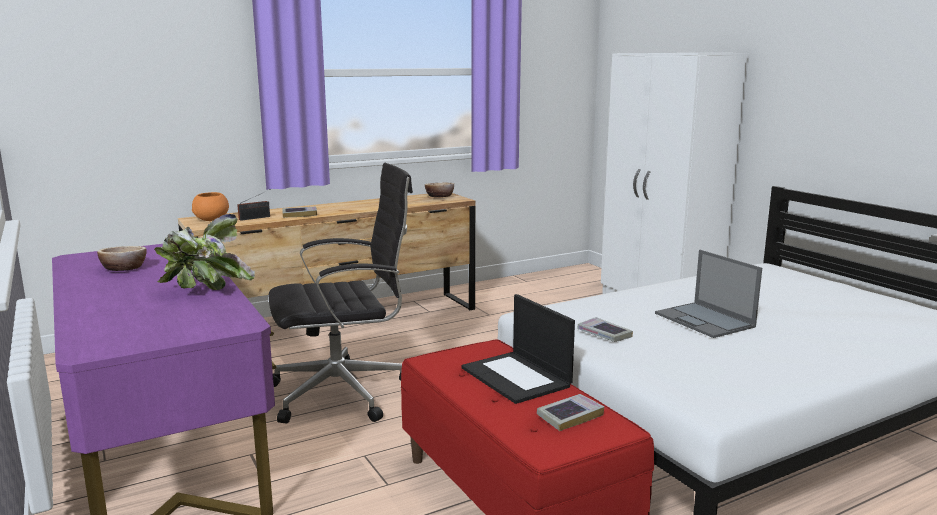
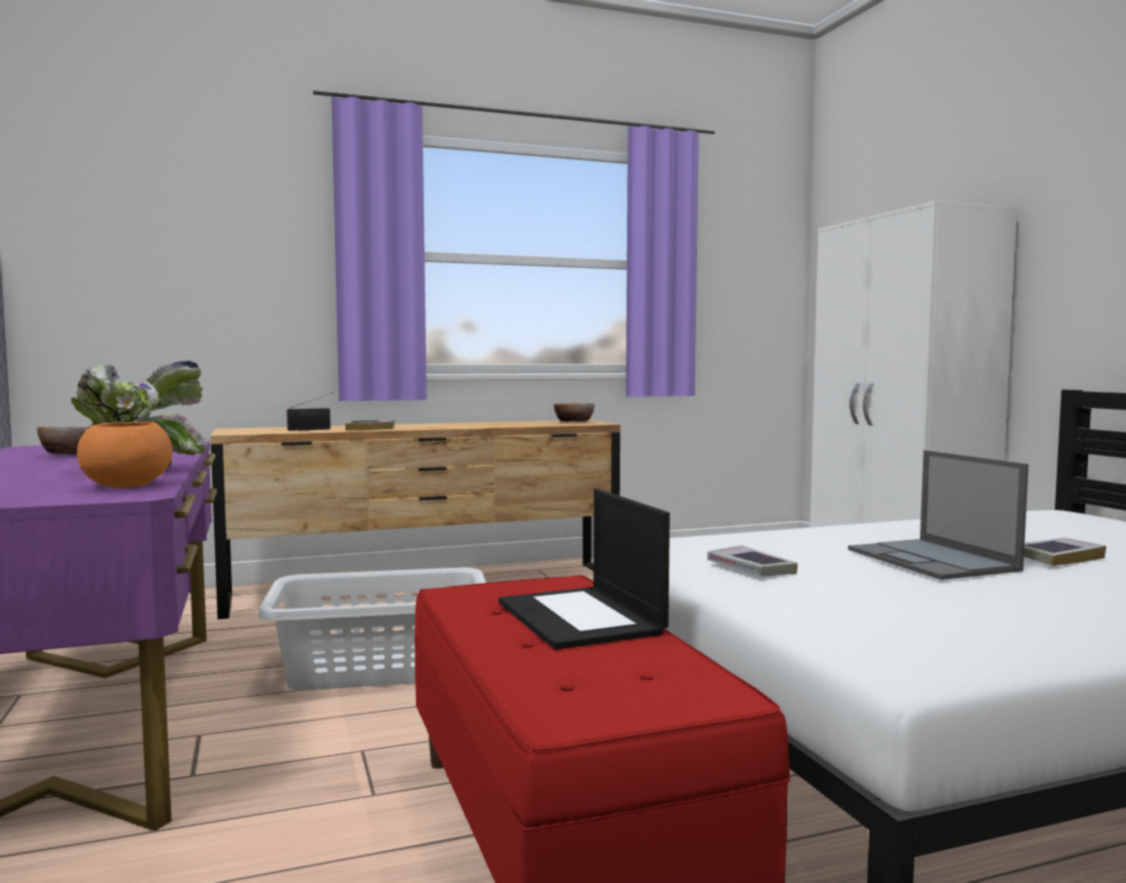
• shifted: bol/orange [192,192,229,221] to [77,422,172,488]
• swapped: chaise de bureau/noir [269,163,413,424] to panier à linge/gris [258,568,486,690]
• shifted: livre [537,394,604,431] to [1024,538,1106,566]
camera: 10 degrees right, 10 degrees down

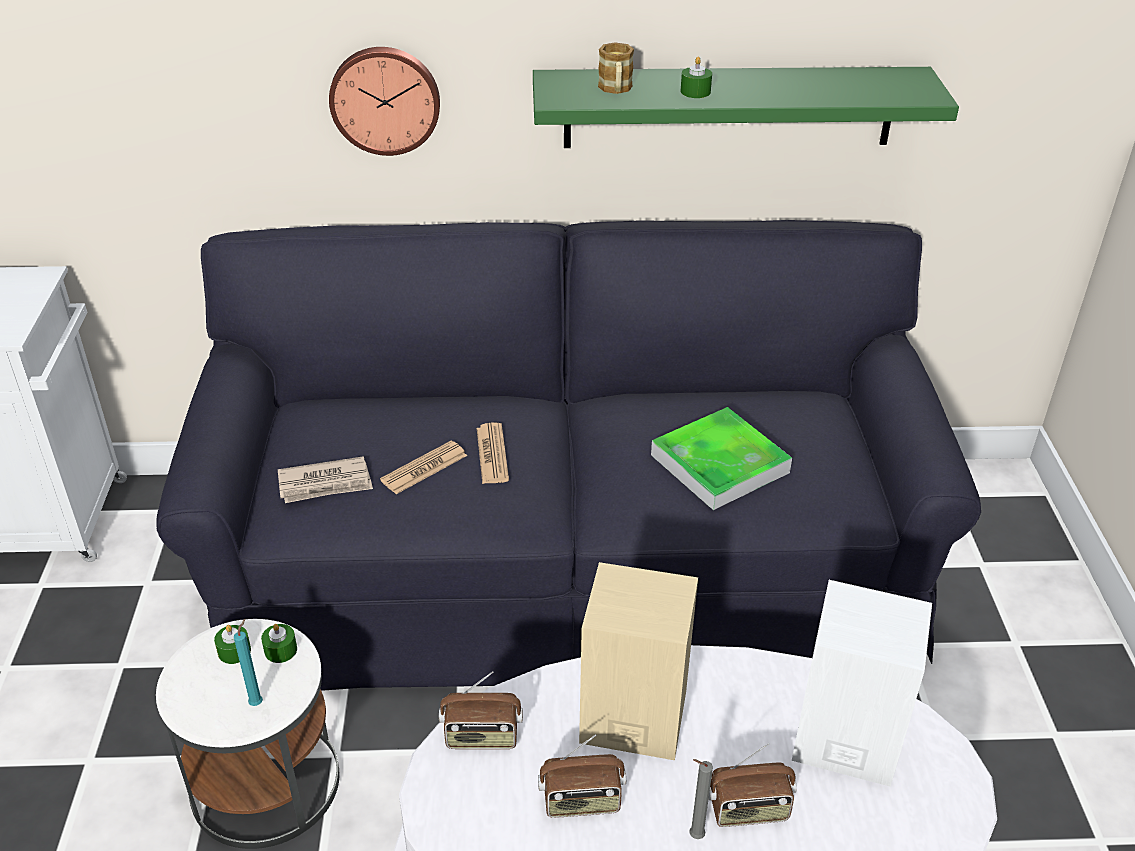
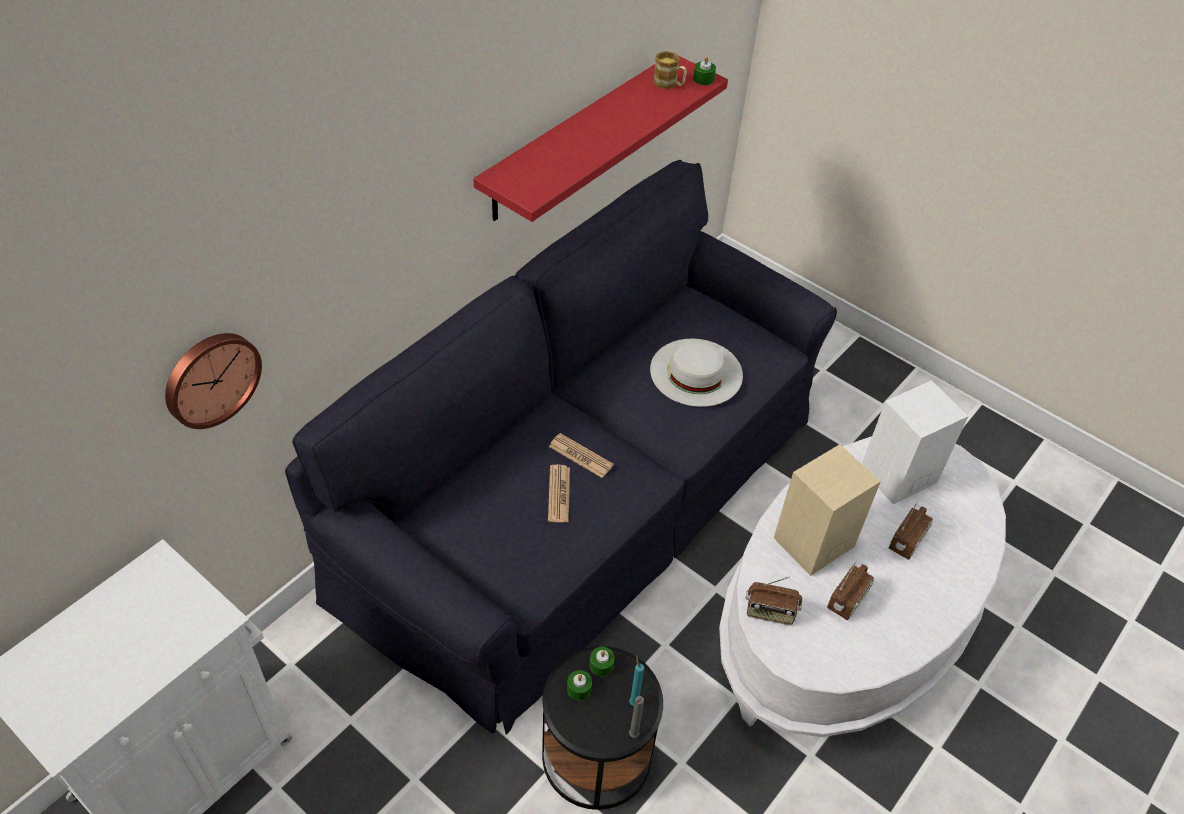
• shifted: horloge murale [329,47,440,156] to [165,333,262,429]
• repainted: étagère/vert [533,67,959,148] to étagère/rouge [473,56,728,222]
• repainted: table d'appoint/blanc [156,619,340,849] to table d'appoint/noir [542,646,663,810]
• shifted: bougie/gris [689,759,713,839] to [629,696,644,738]
• swapped: plateau [651,407,792,510] to chapeau/blanc [650,339,743,407]
• shifted: mug [598,42,634,94] to [653,51,687,89]
• shifted: bougie/vert [681,57,712,98] to [693,56,716,85]
• rotated: radio [439,671,523,749] = [746,577,802,625] 60 degrees clockwise
• gone: journal [278,456,373,503]
camera: 50 degrees left, 10 degrees up

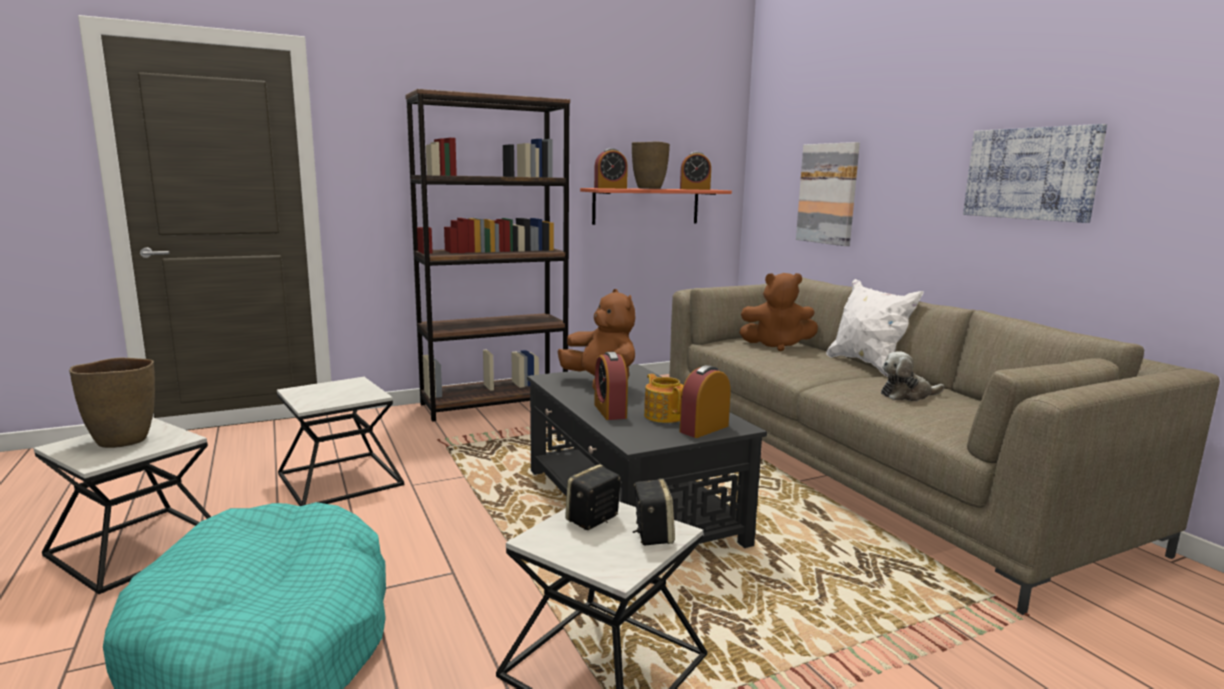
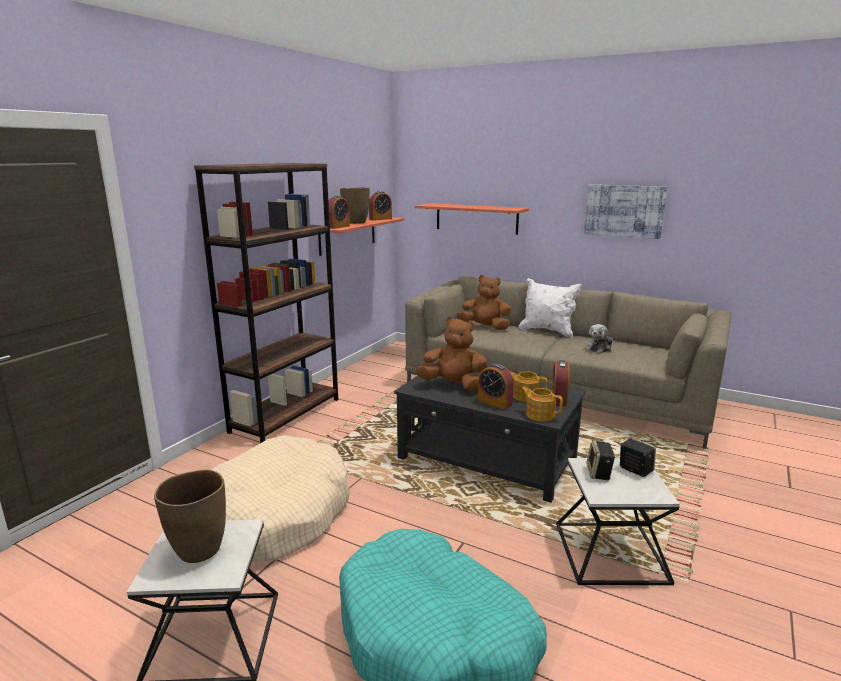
• swapped: table d'appoint [277,377,404,506] to panier pour chien/beige [212,435,350,562]
• swapped: tableau [796,142,860,246] to étagère [414,203,529,235]
• rotated: peluche/marron [739,273,818,351] = [457,275,511,330] 135 degrees counterclockwise
• new: théière [520,387,563,422]
camera: 35 degrees left, 5 degrees up

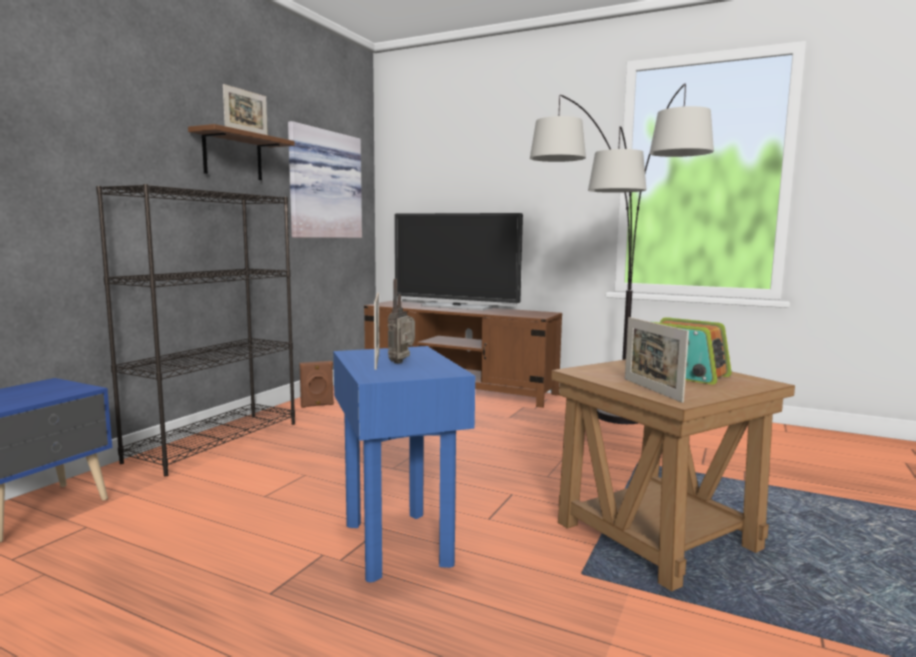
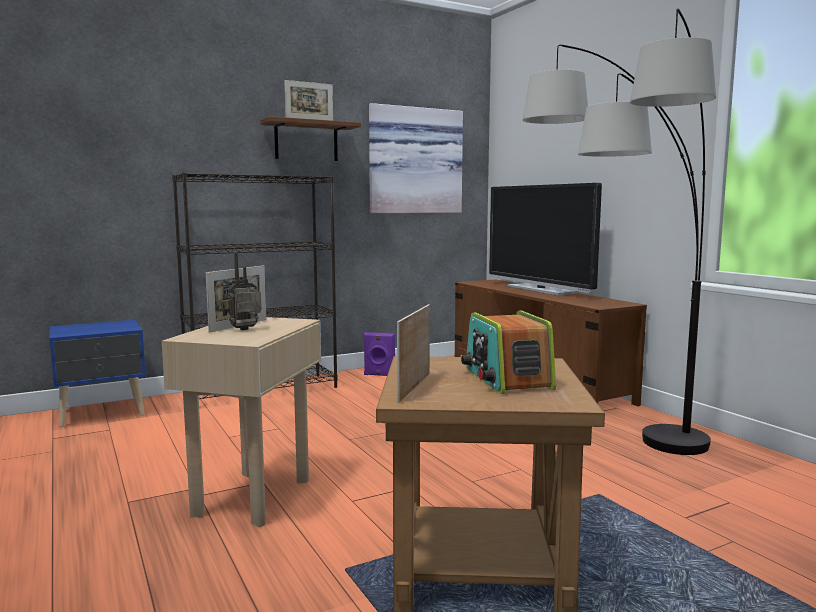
• repainted: table d'appoint/bleu [333,346,475,582] to table d'appoint/beige [162,317,321,527]
• repainted: enceinte/marron [300,361,334,408] to enceinte/violet [364,332,395,376]
camera: 35 degrees right, 0 degrees up

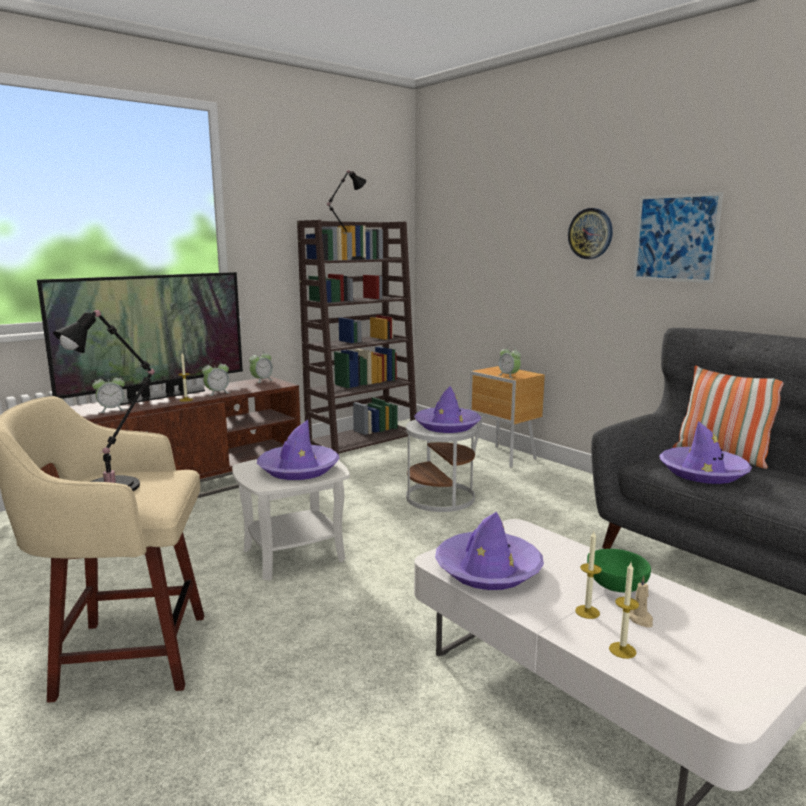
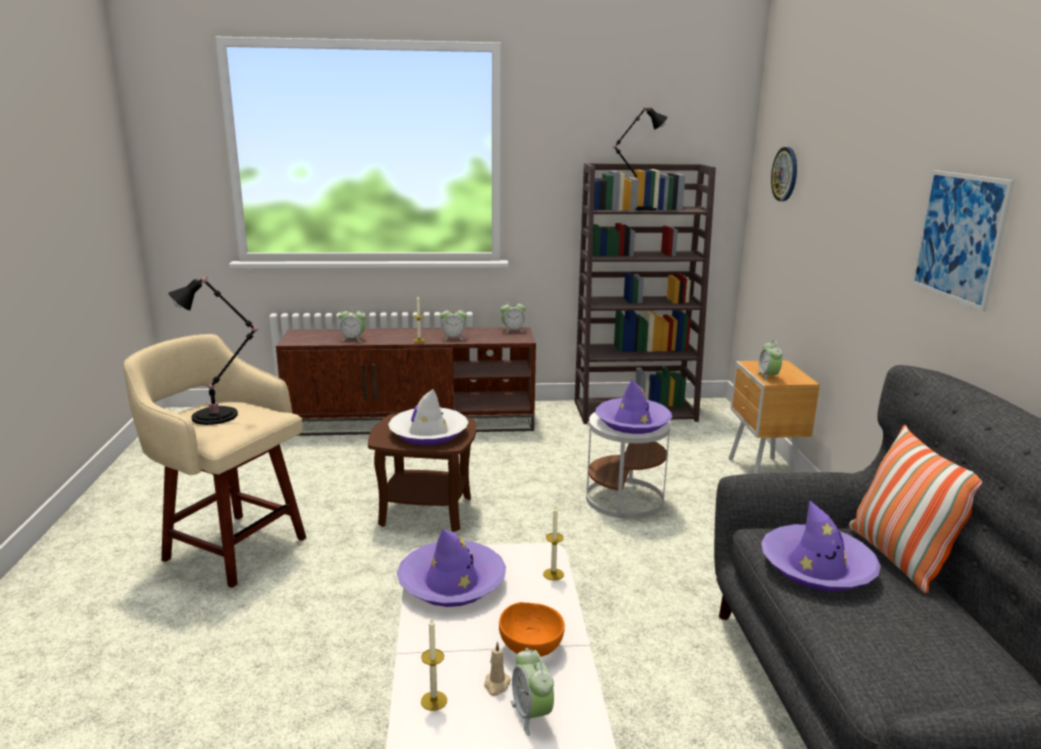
• repainted: table d'appoint/blanc [232,459,350,580] to table d'appoint/marron [368,413,476,532]
• repainted: chapeau/violet [257,420,340,480] to chapeau/blanc [388,389,468,445]
• repainted: bol/vert [587,549,651,592] to bol/orange [499,602,565,657]
• new: réveil [511,648,554,736]
• shifted: bougie [575,531,602,619] to [543,506,564,581]
• shifted: horloge murale [568,208,613,259] to [771,147,797,201]
• gone: téléviseur [37,272,243,406]
camera: 35 degrees right, 5 degrees up

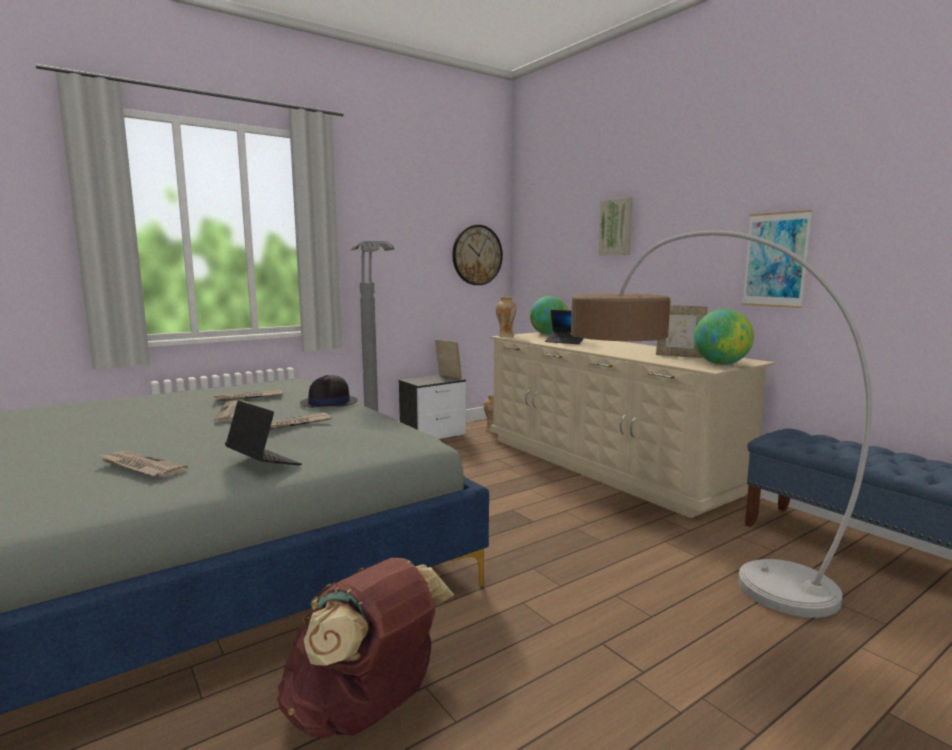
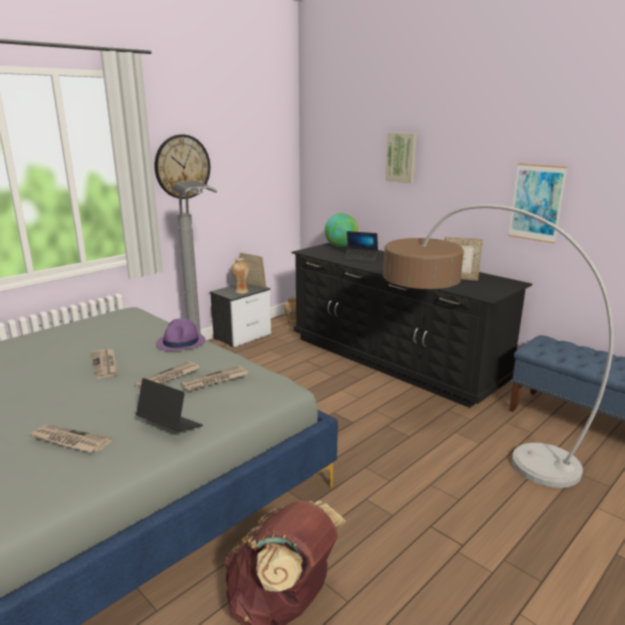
• shifted: horloge murale [452,225,503,285] to [155,134,210,199]
• repainted: chapeau/noir [300,375,358,407] to chapeau/violet [156,318,205,351]
• shifted: journal [214,390,283,401] to [181,365,248,391]
• shifted: vase [496,297,516,337] to [231,258,249,294]
• repainted: commode/beige [490,332,775,518] to commode/noir [291,243,532,408]
• gone: globe [694,309,754,365]
camera: 10 degrees left, 10 degrees up

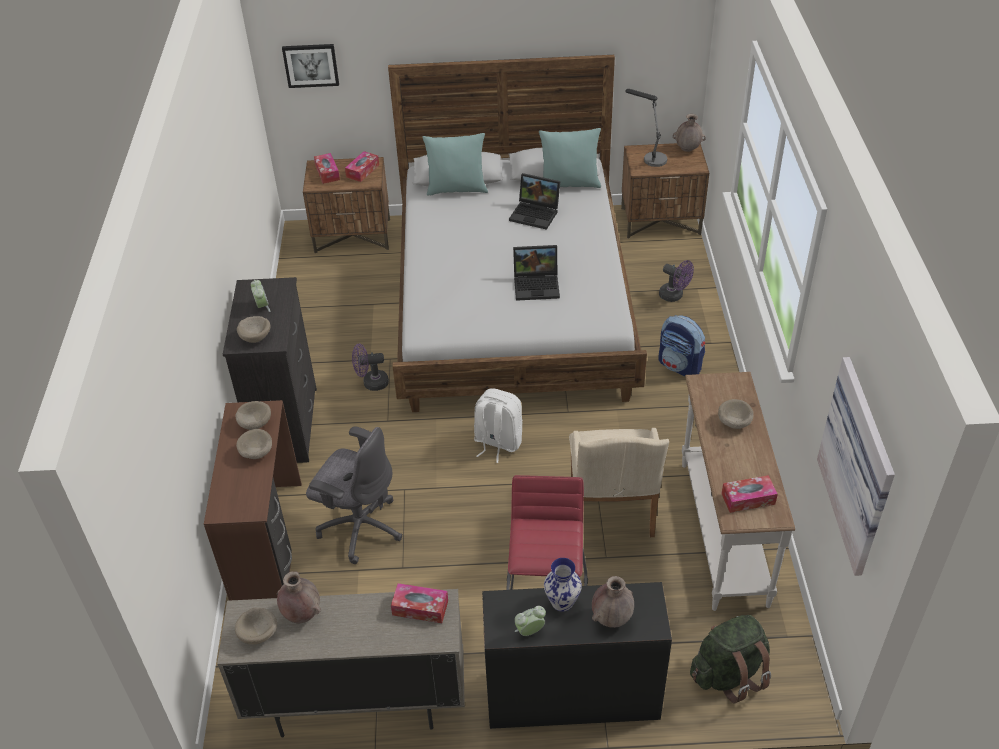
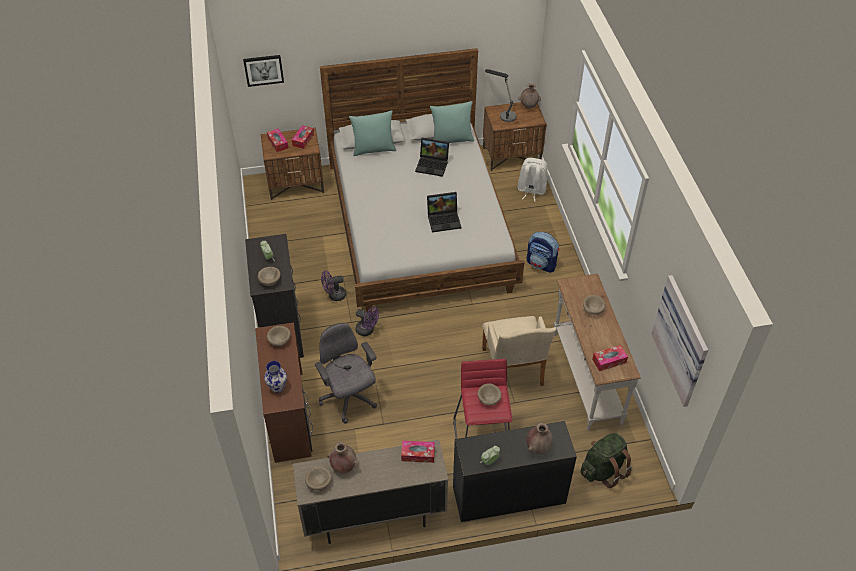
• shifted: vase [544,558,582,612] to [264,361,287,393]
• rotated: chaise de bureau/gris [306,426,403,564] = [315,323,377,424] 135 degrees counterclockwise
• shifted: ventilateur/violet [659,260,694,302] to [355,307,379,336]
• shifted: bol/beige [236,429,272,459] to [478,383,502,405]
• shifted: sac à dos/blanc [474,389,523,463] to [518,158,548,202]
camera: 10 degrees left, 5 degrees up

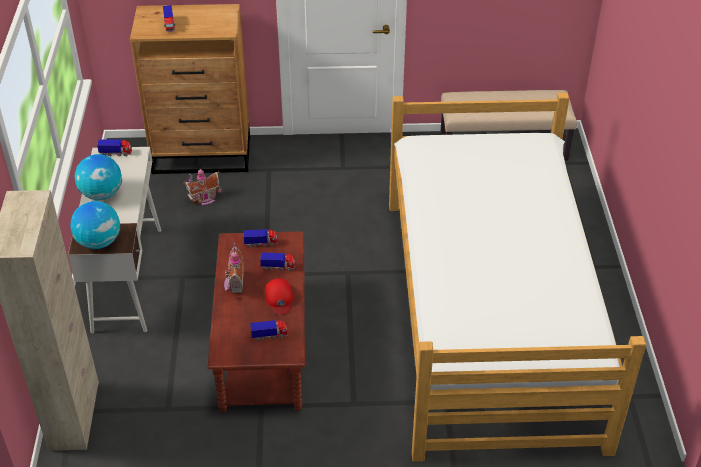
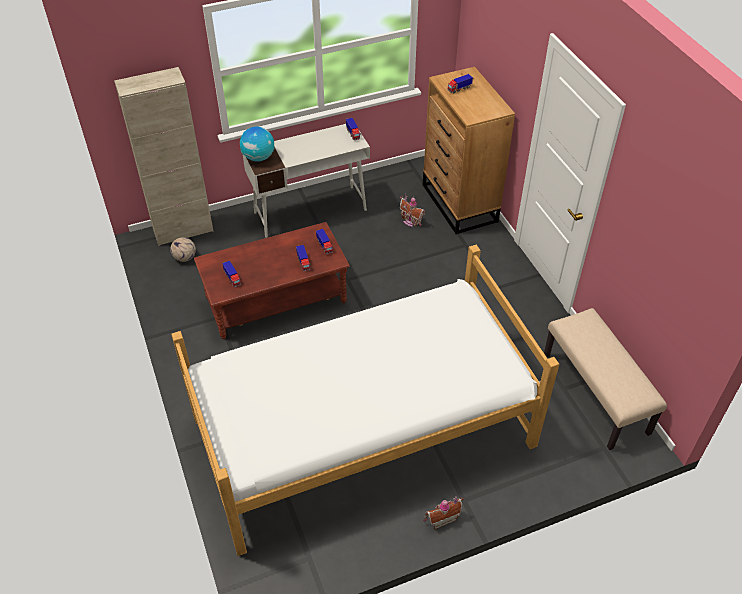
• new: ballon de foot [170,237,196,262]
• shifted: maison miniature [224,243,243,293] to [423,496,464,529]
• gone: globe [75,154,122,200]
• gone: casquette/rouge [265,278,293,315]
camera: 70 degrees right, 5 degrees up

